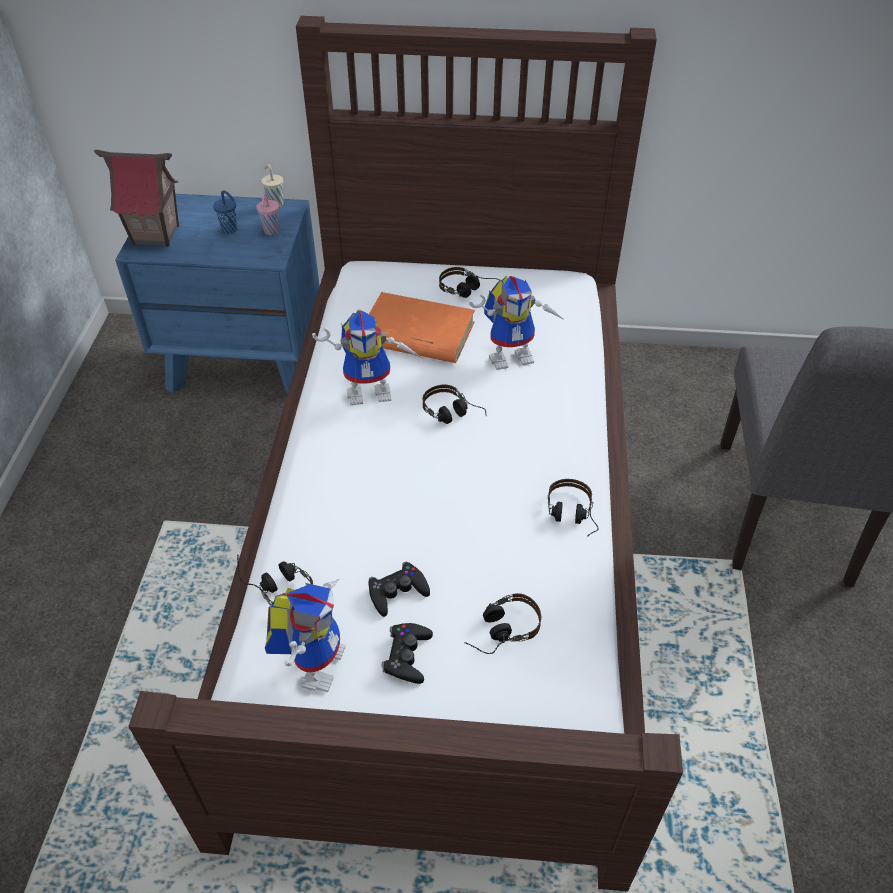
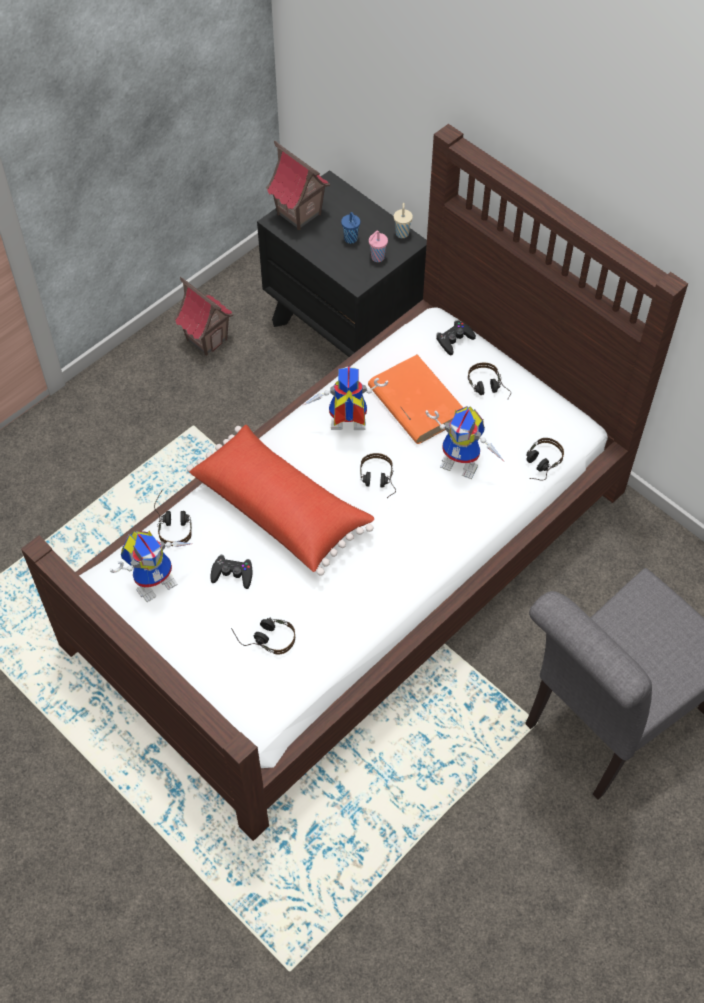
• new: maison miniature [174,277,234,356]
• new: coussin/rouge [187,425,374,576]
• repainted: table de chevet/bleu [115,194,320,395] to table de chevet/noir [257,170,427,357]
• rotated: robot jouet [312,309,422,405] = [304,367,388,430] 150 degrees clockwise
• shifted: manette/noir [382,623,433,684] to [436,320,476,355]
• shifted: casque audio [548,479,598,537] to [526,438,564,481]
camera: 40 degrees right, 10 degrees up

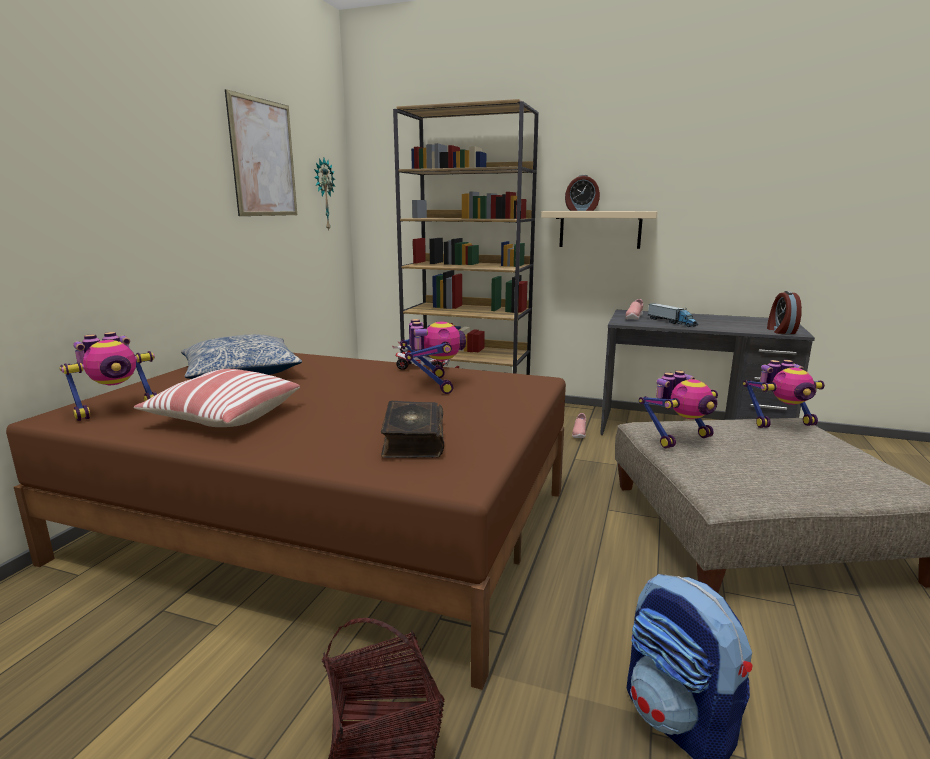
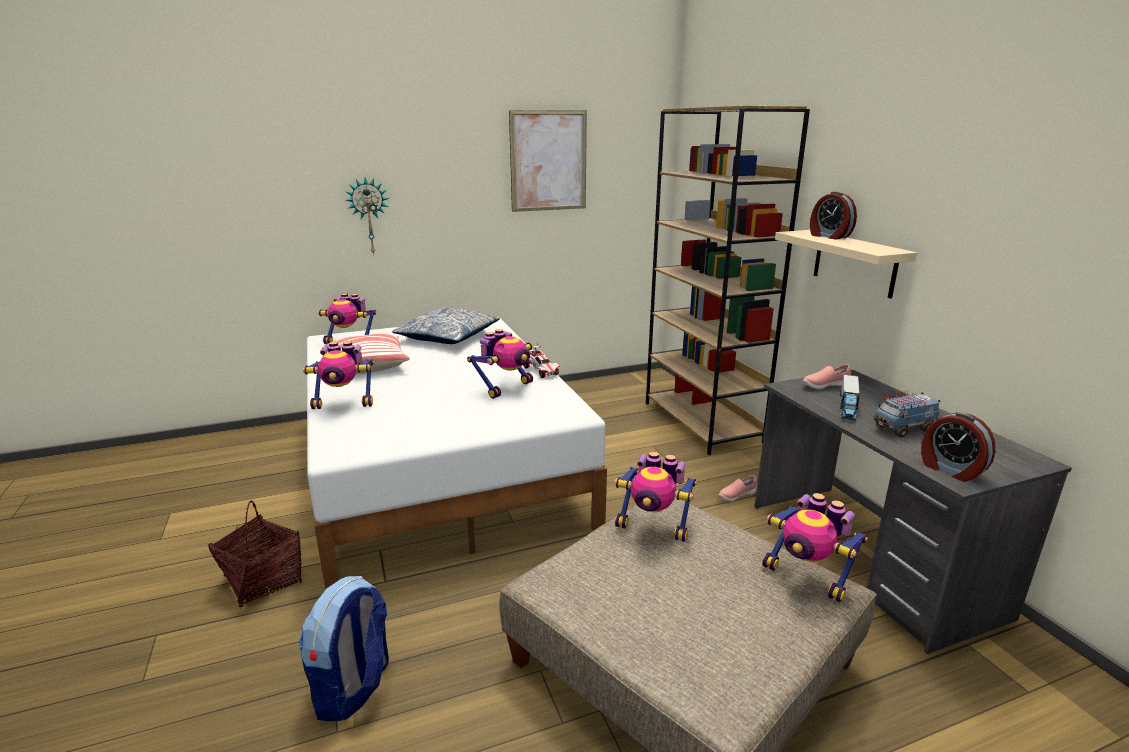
• new: robot jouet [303,341,374,409]
• repainted: lit/marron [6,353,566,690] to lit/blanc [307,317,607,590]
• shifted: horloge murale [314,158,335,231] to [345,177,389,255]
• new: camion jouet [873,391,940,438]
• rotated: réveil [767,291,802,334] = [921,412,996,482] 90 degrees counterclockwise
• gone: livre [381,401,444,458]
camera: 50 degrees right, 5 degrees up

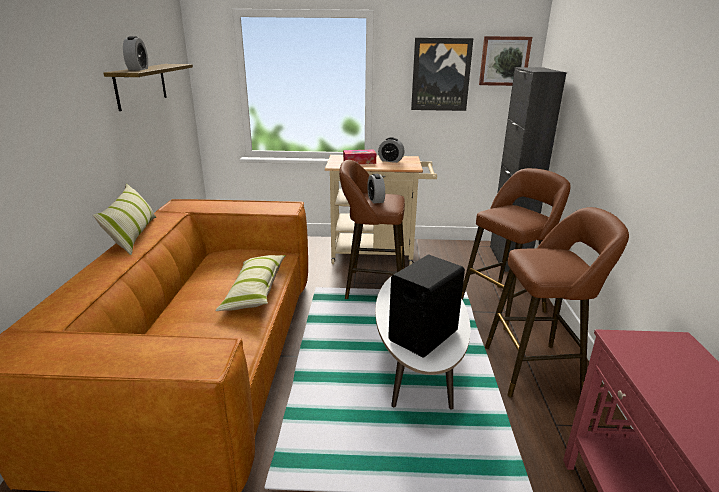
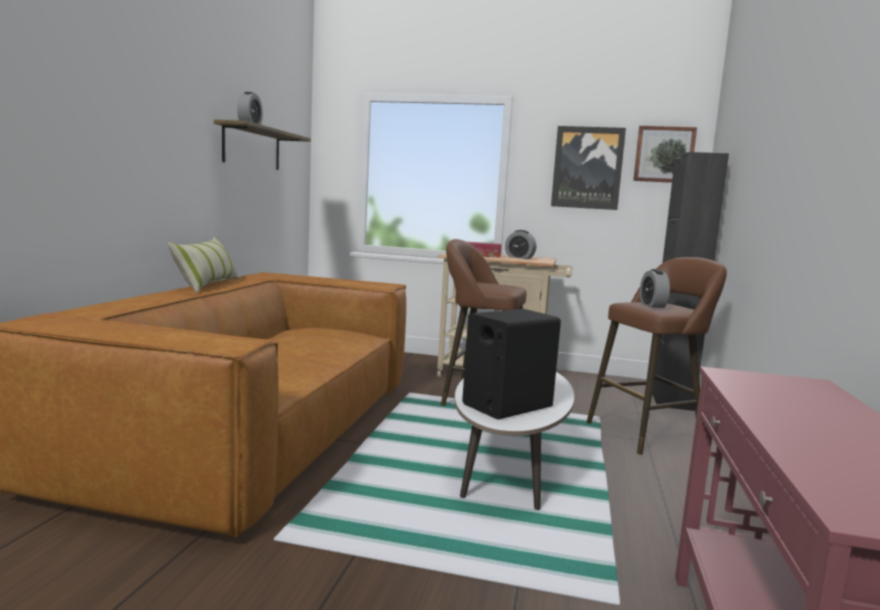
• shifted: réveil [367,174,385,204] to [640,269,670,308]
• gone: coussin [215,255,286,311]
• gone: tabouret/marron [485,207,629,397]
camera: 10 degrees right, 15 degrees down

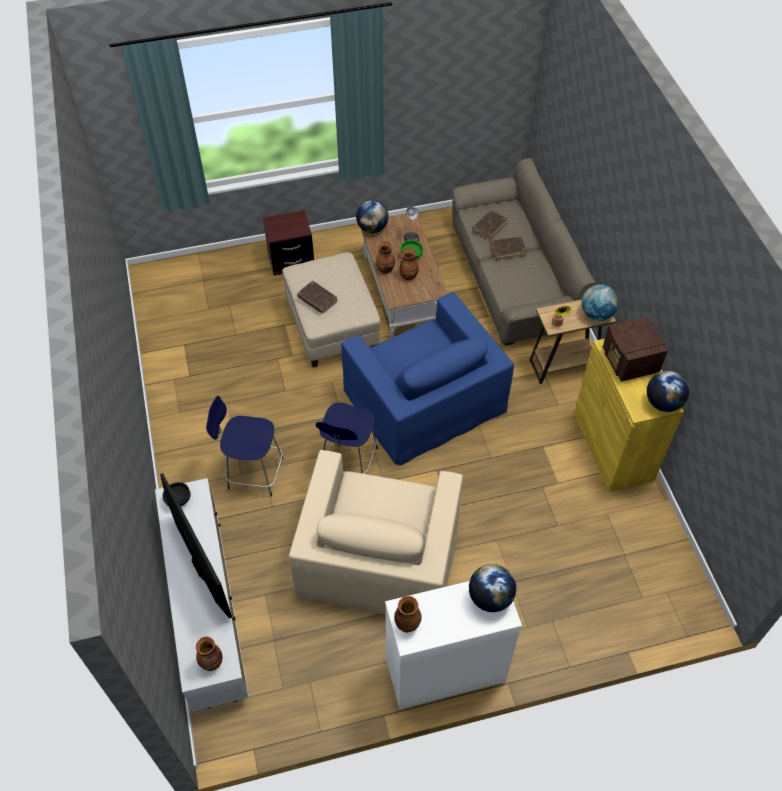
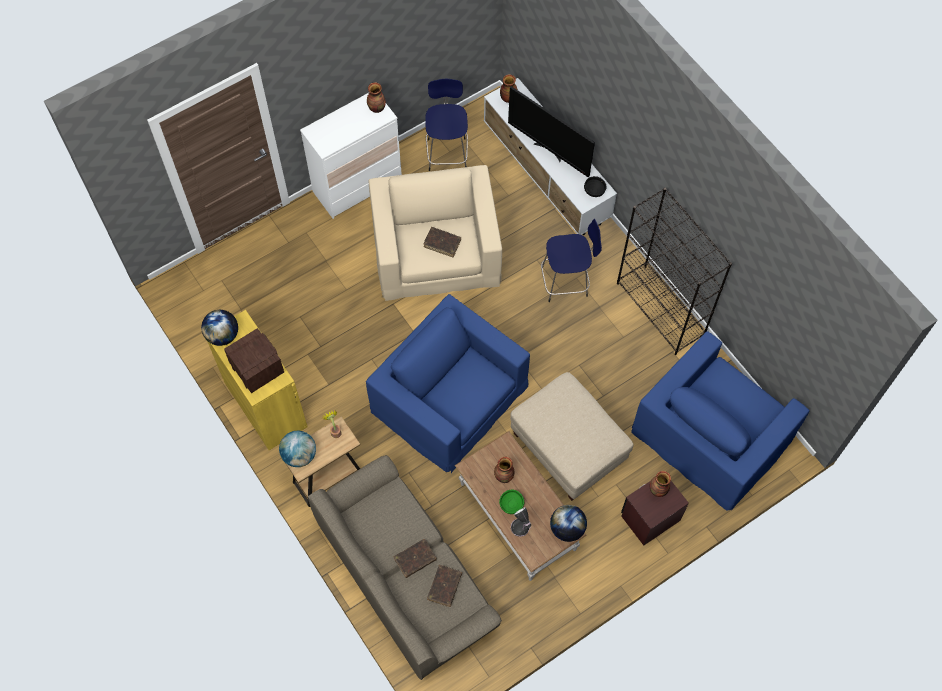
• shifted: livre/marron [297,281,337,313] to [424,227,461,257]
• shifted: tabouret/bleu [316,403,378,474] to [425,79,468,171]
• new: bibliothèque/noir [617,188,732,355]
• new: fauteuil/bleu [631,331,810,511]
• shifted: vase [376,241,395,274] to [650,471,671,497]
• gone: globe [469,564,516,612]
camera: 160 degrees right, 10 degrees up

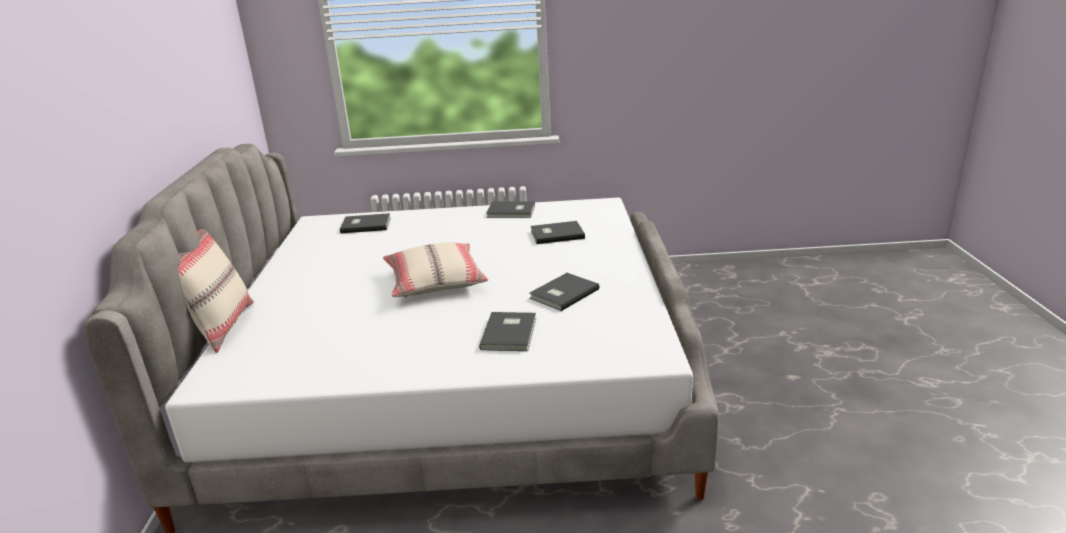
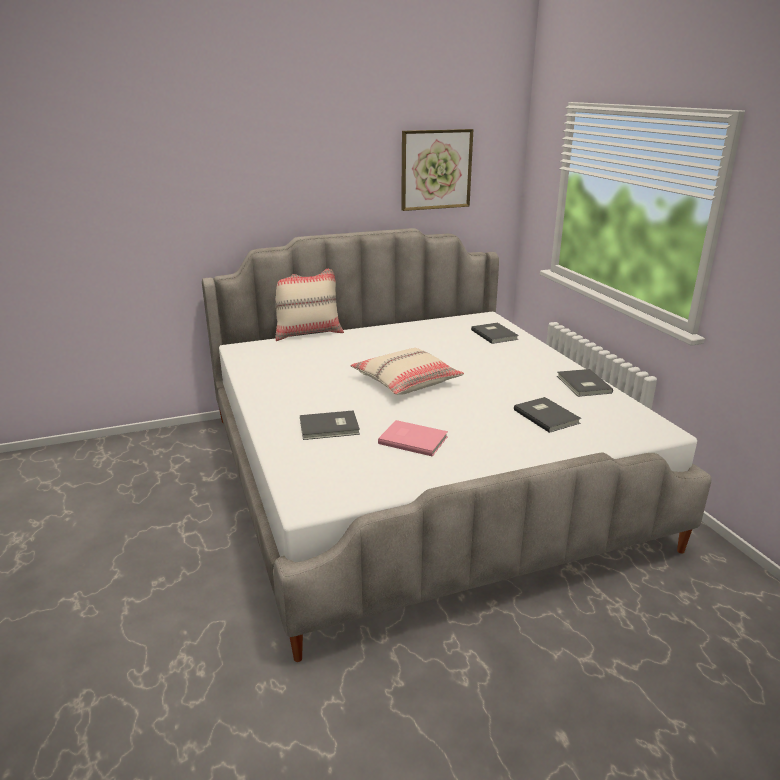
• repainted: livre/gris [529,273,600,311] to livre/rose [378,420,448,457]
• new: tableau [401,129,473,211]
camera: 70 degrees right, 0 degrees up

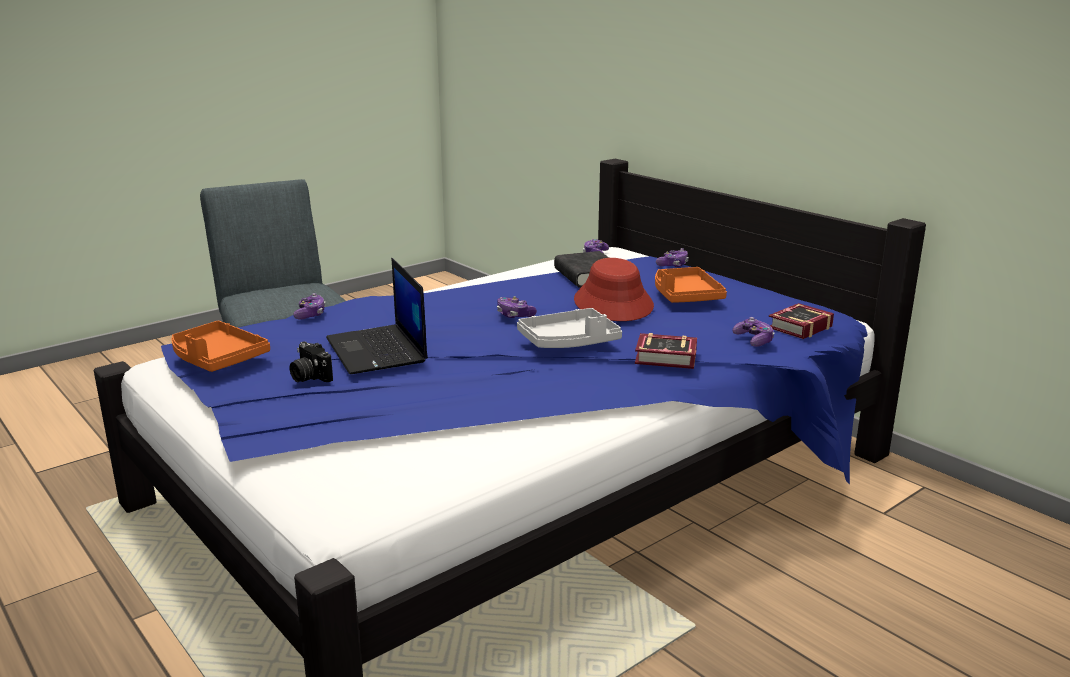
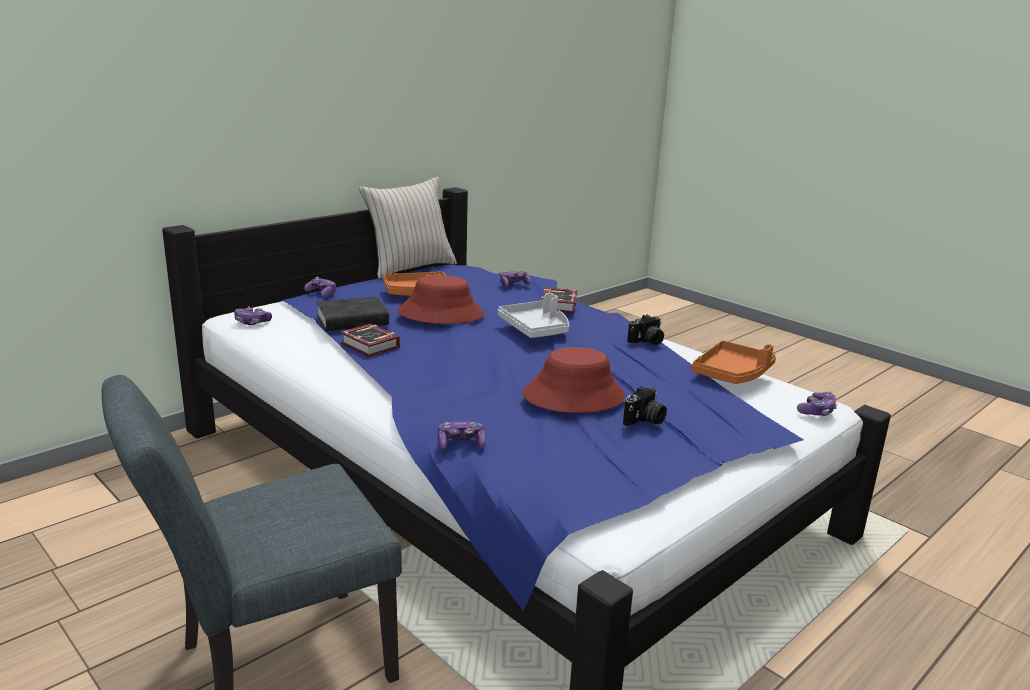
• shifted: livre [769,303,834,339] to [340,323,400,357]
• new: coussin/beige [359,177,457,279]
• swapped: ordinateur portable [326,258,428,374] to chapeau/rouge [522,347,625,413]
• new: appareil photo [627,314,664,345]
• shifted: plateau/orange [171,321,270,372] to [691,340,776,384]
• shifted: manette [497,296,537,318] to [797,391,838,416]
camera: 95 degrees left, 0 degrees up

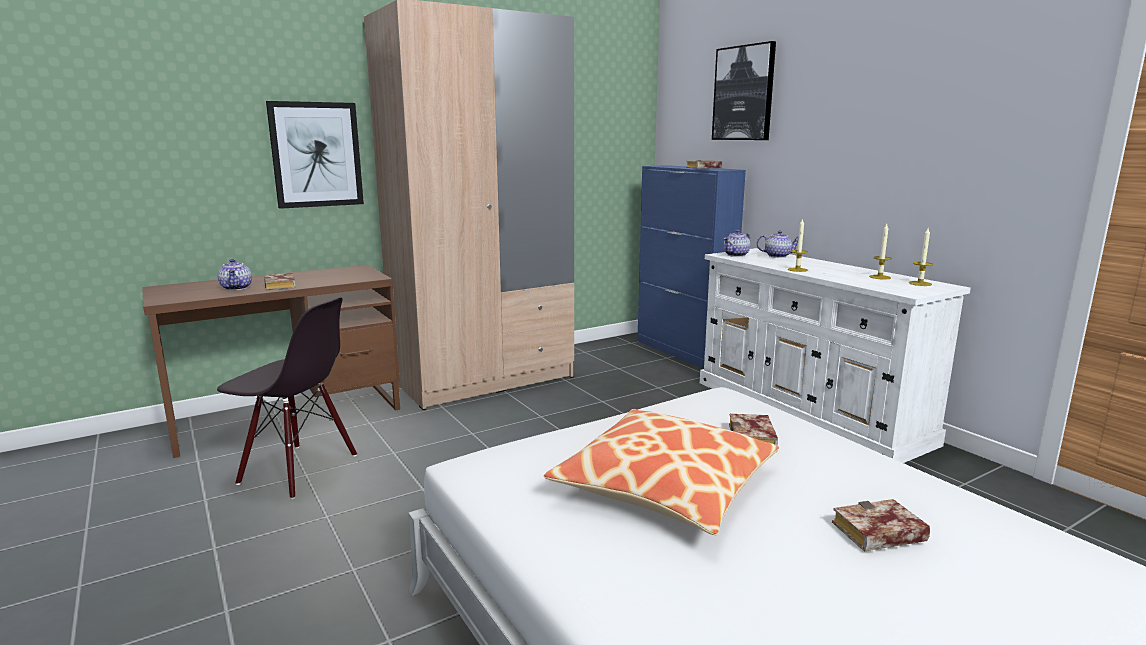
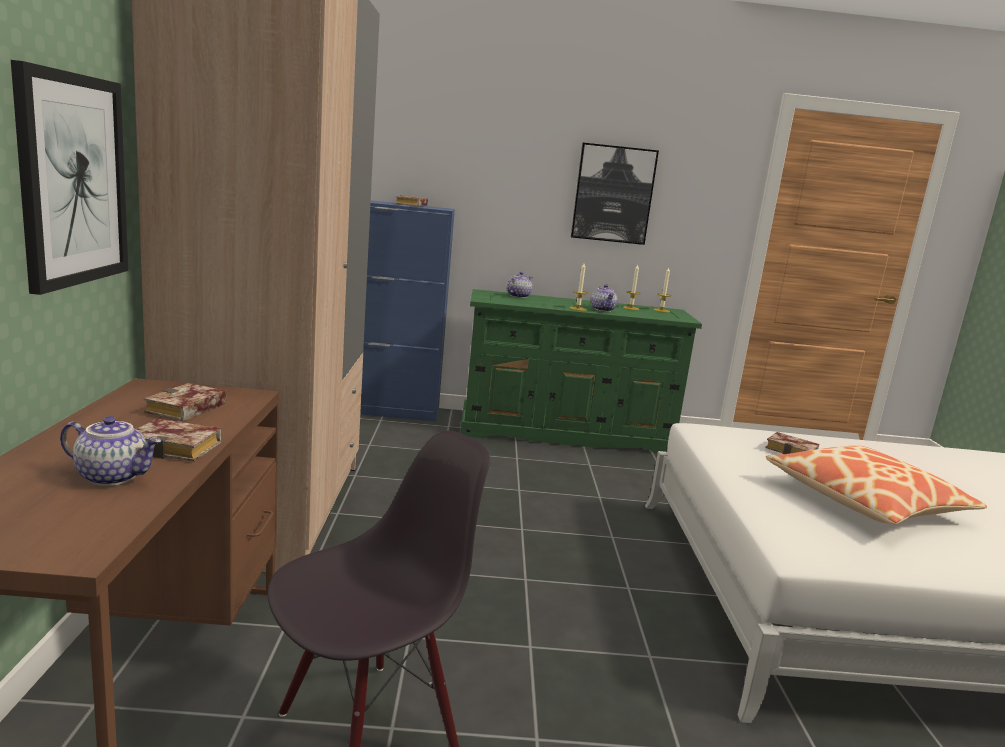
• shifted: livre [832,499,930,552] to [144,383,226,421]
• repainted: commode/blanc [700,248,971,463] to commode/vert [460,289,702,454]
• shifted: tableau [712,41,776,140] to [571,143,659,245]
• shifted: théière [724,230,750,257] to [591,284,618,312]
camera: 60 degrees left, 0 degrees up

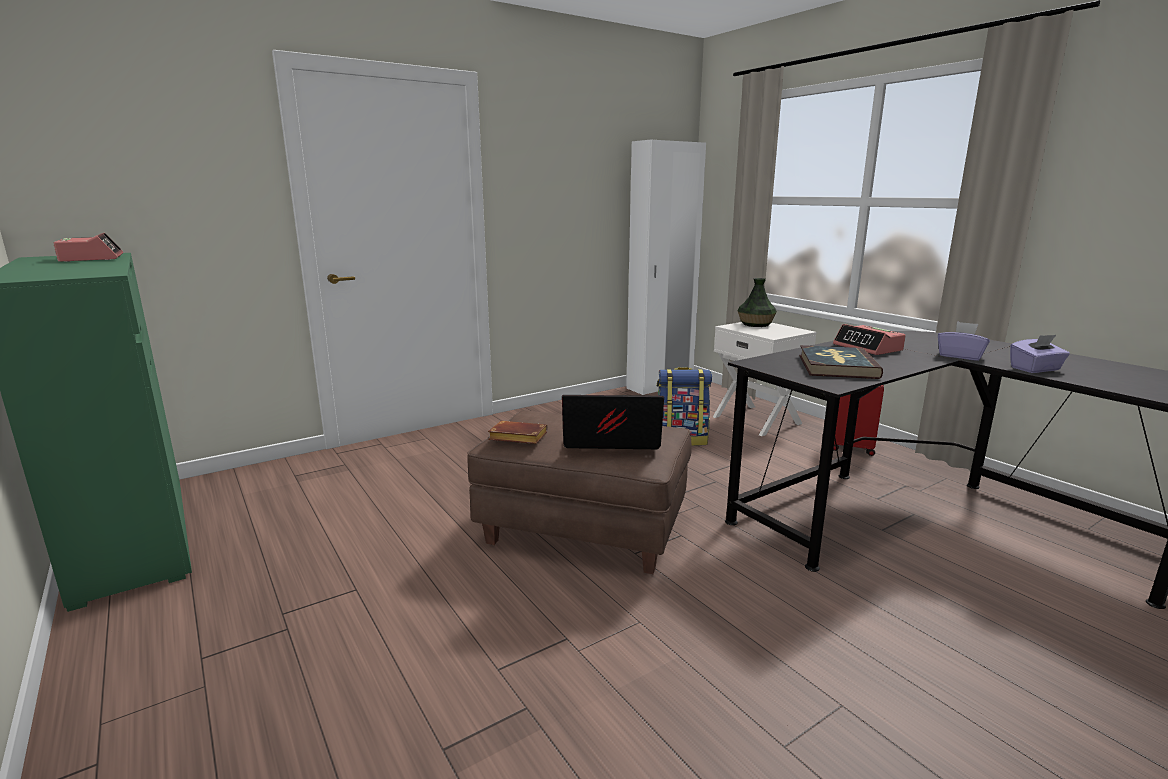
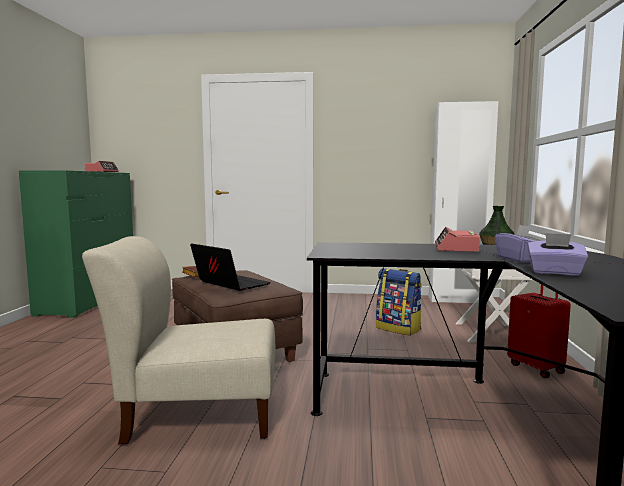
• new: chaise/beige [82,236,275,444]
• gone: livre [799,345,883,379]
camera: 40 degrees right, 10 degrees down

